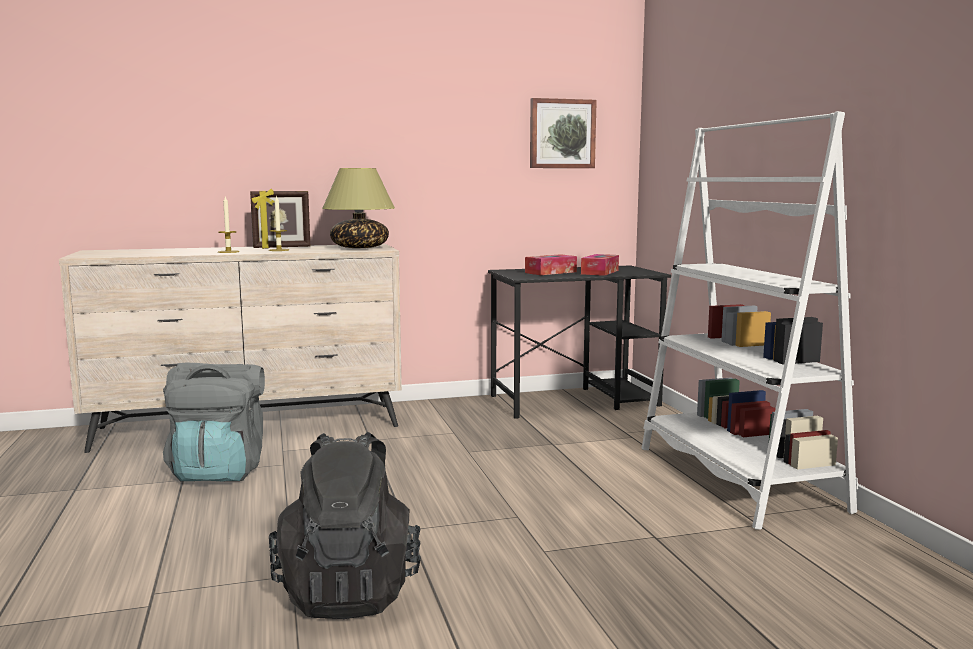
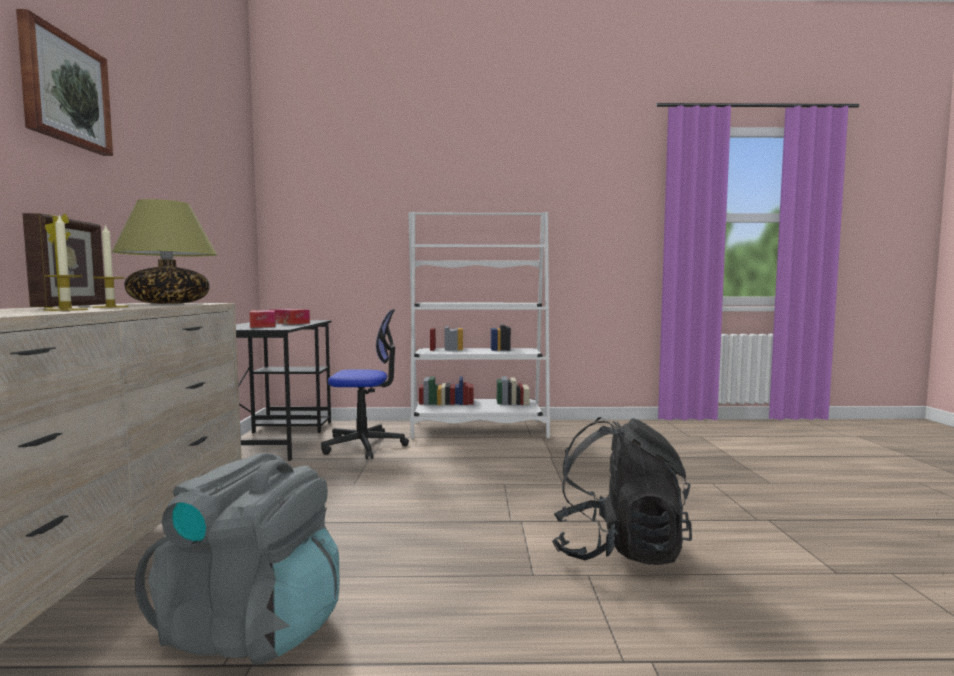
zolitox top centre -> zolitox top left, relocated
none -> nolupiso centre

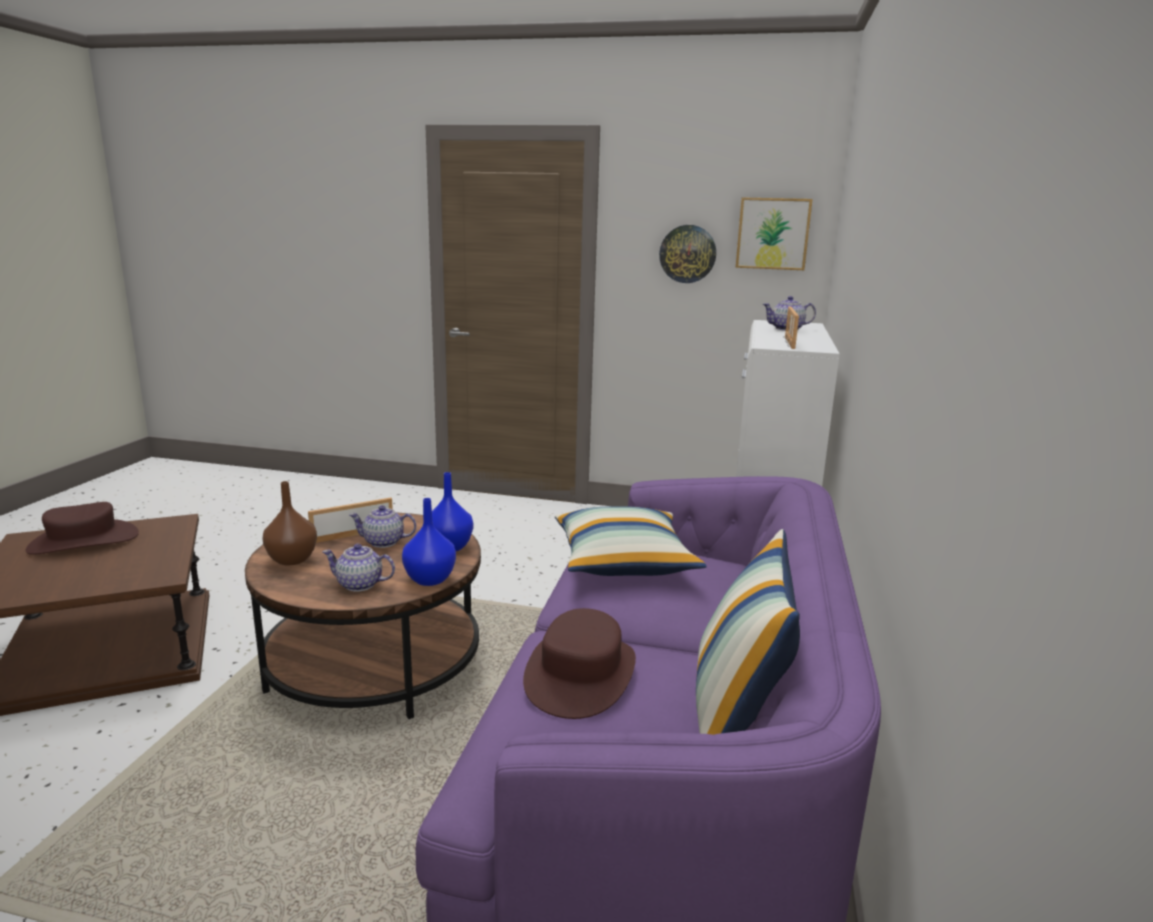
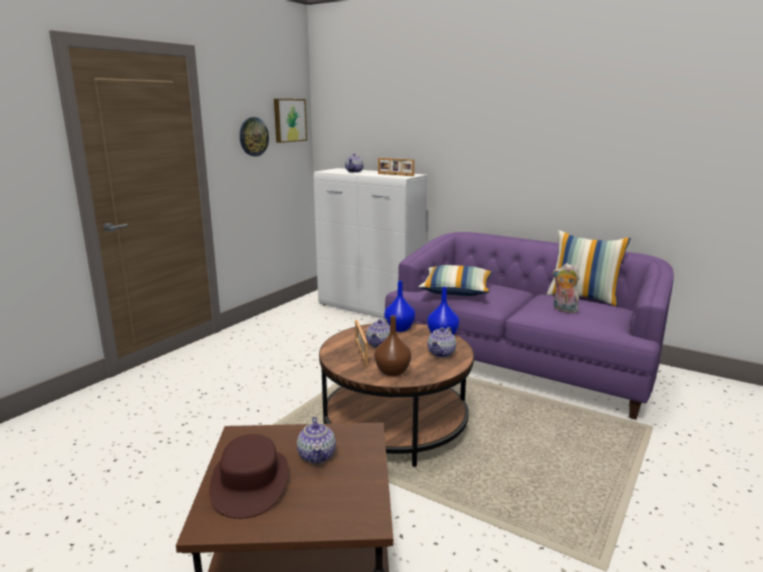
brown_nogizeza (no. 2 from left) bottom centre -> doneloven middle right
none -> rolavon (no. 1 from left) bottom centre

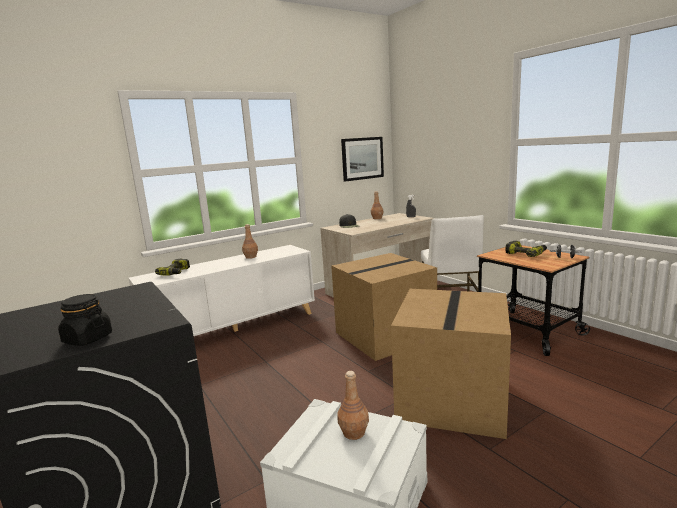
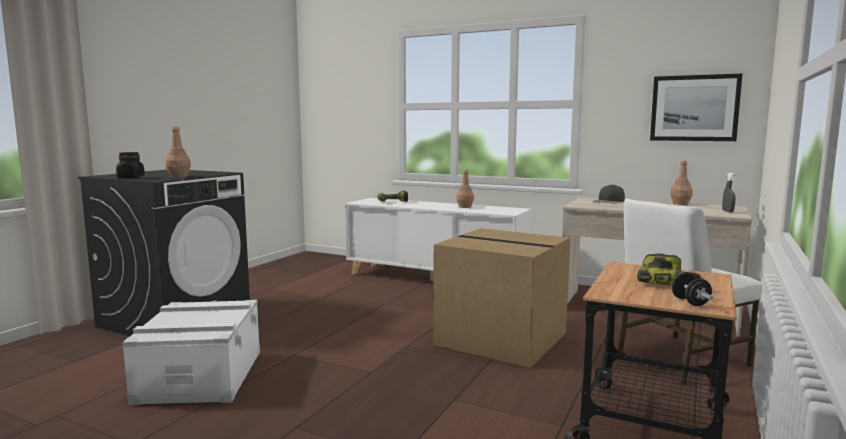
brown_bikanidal (no. 2 from left in the first image) bottom centre -> brown_bikanidal (no. 1 from left) middle left, relocated
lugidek (no. 2 from left) bottom centre -> none

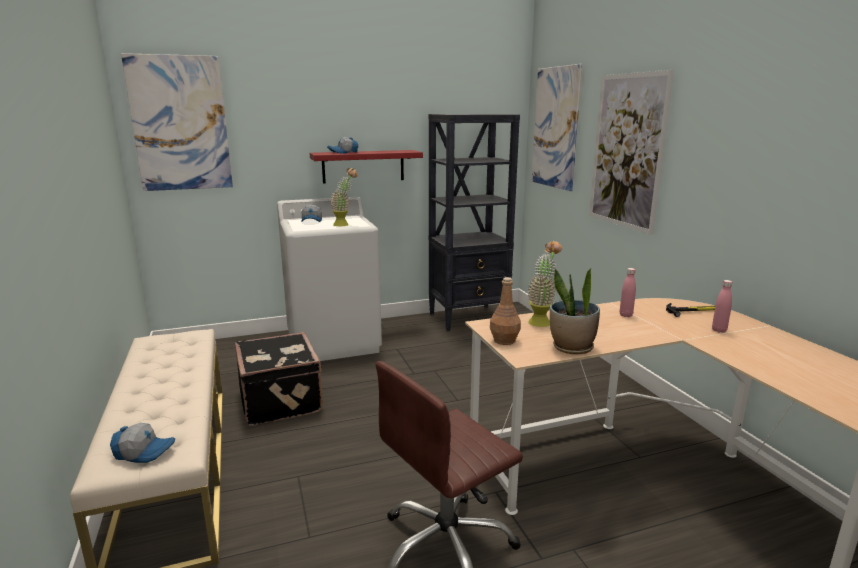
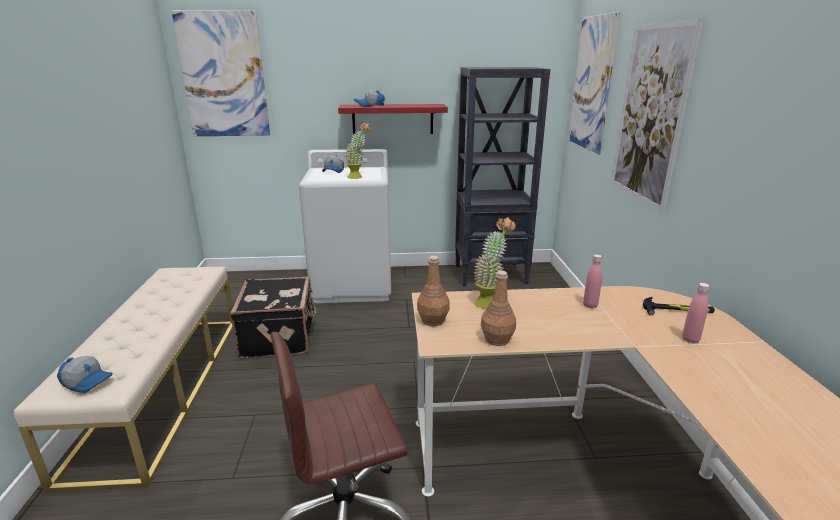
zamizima (no. 3 from left) middle right -> brown_bikanidal (no. 2 from left) centre

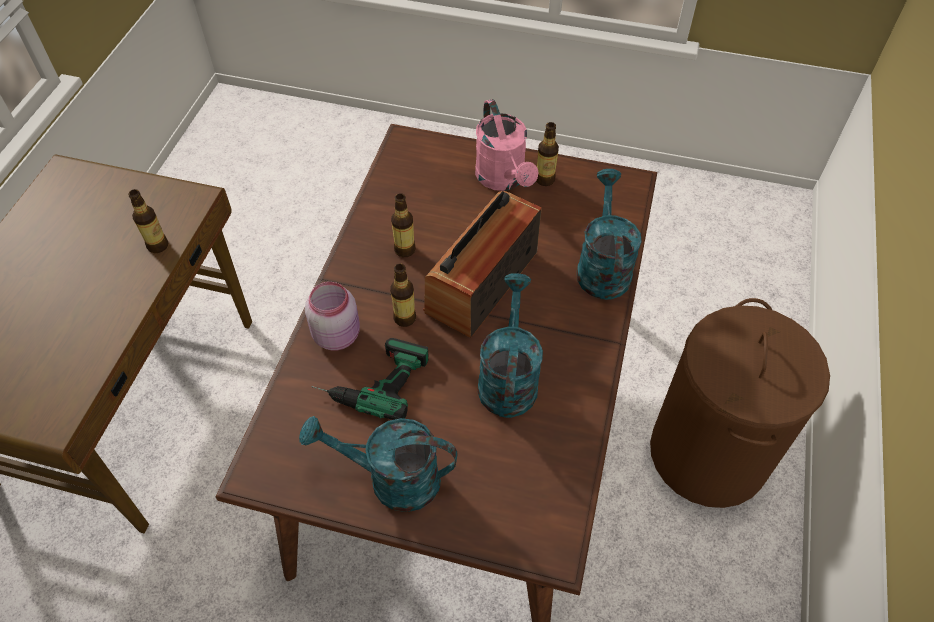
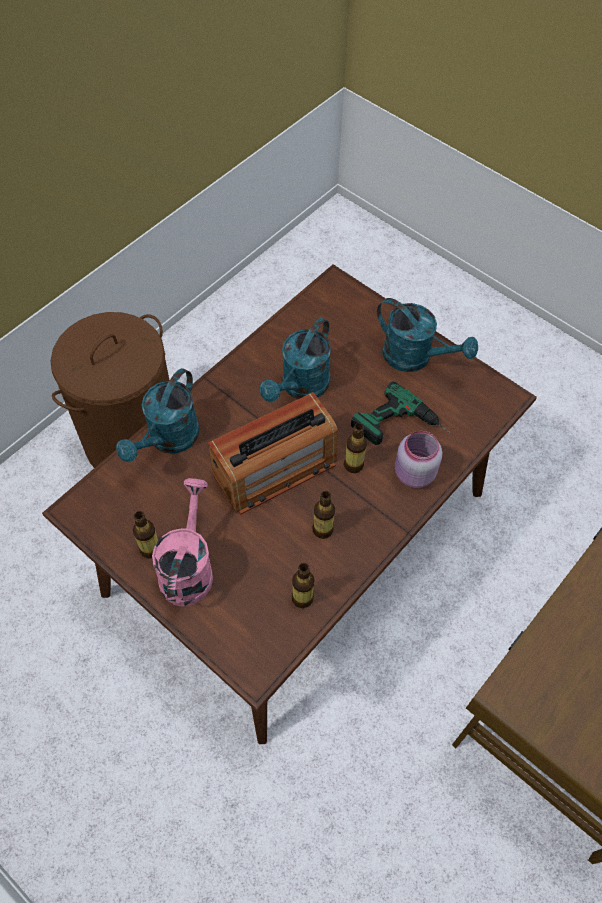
bikanidal (no. 1 from left in the first image) middle left -> bikanidal (no. 2 from left) centre, relocated

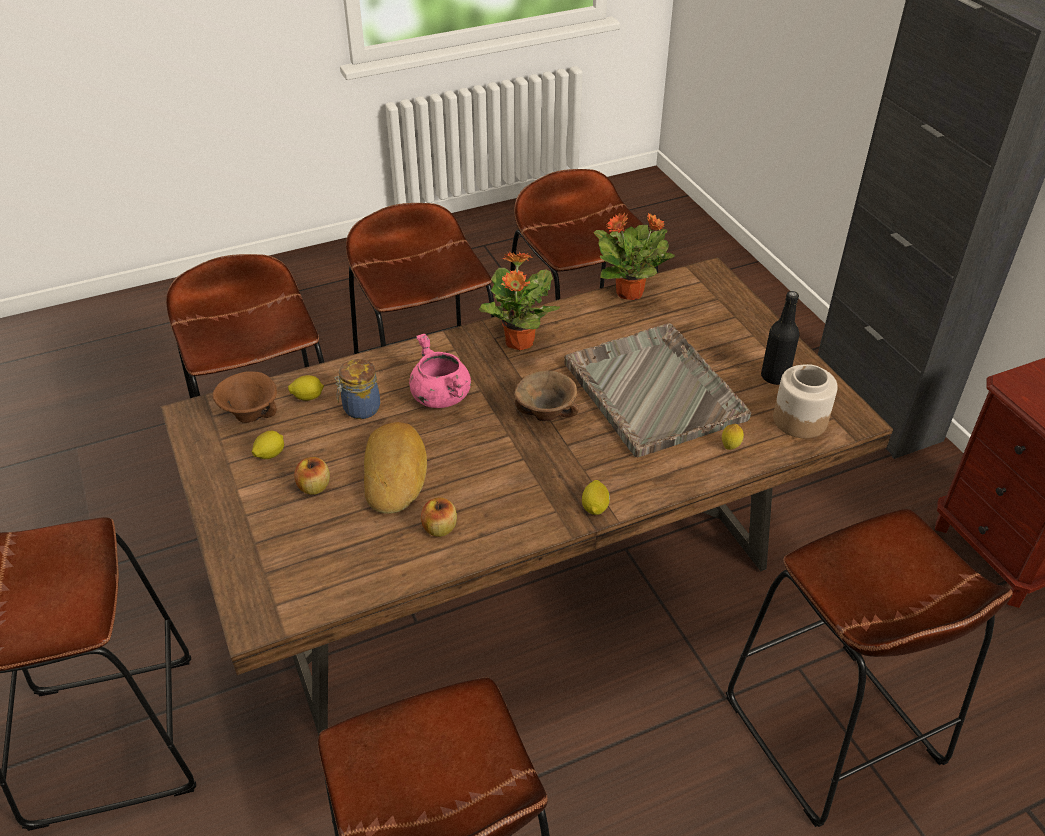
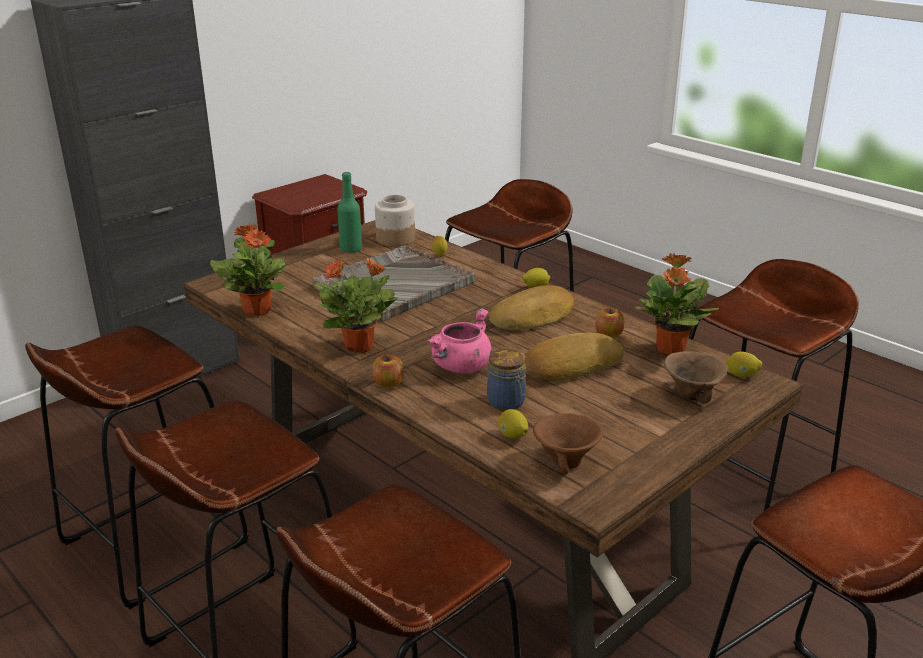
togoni (no. 1 from left in the first image) middle left -> togoni (no. 4 from left) middle right, relocated
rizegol (no. 1 from left) middle left -> rizegol (no. 1 from left) centre, relocated
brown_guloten (no. 2 from left) centre -> brown_guloten (no. 2 from left) middle right, relocated
black_bikanidal middle right -> green_bikanidal top centre
none -> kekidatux (no. 1 from left) centre
none -> zamizima (no. 3 from left) middle right

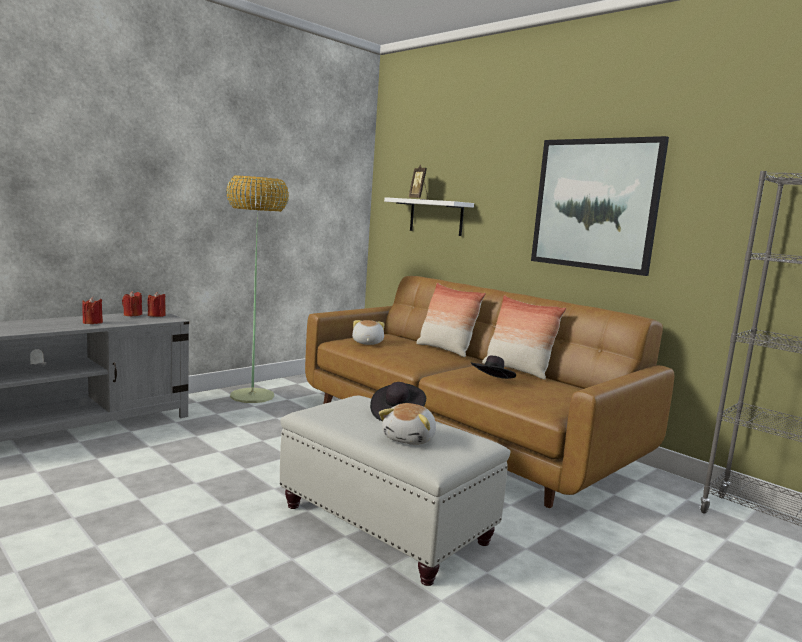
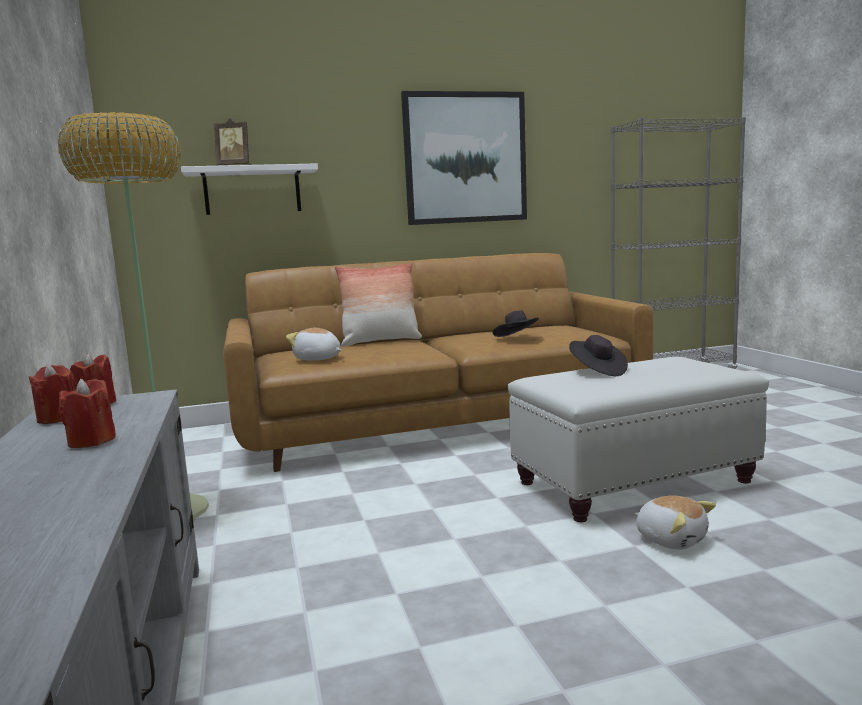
doneloven (no. 2 from left) centre -> doneloven (no. 2 from left) bottom right, relocated
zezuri (no. 2 from left) centre -> none

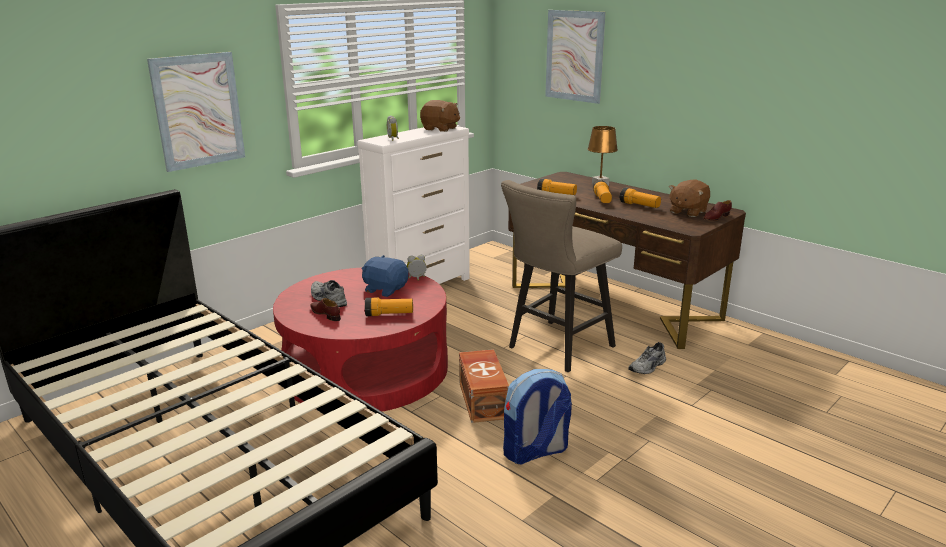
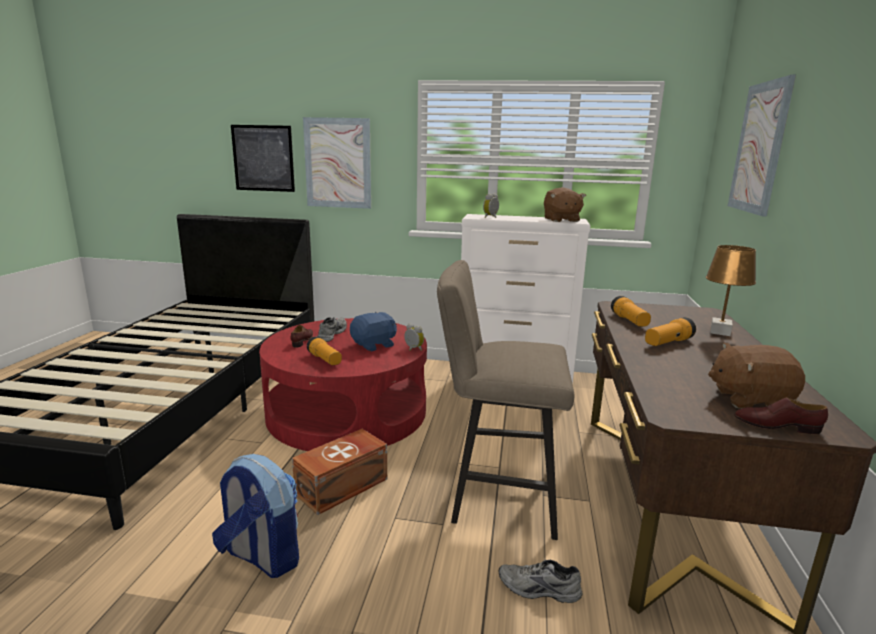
blue_doneloven centre, 60 degrees clockwise
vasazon (no. 4 from left) middle right -> none
none -> zolitox (no. 1 from left) top left

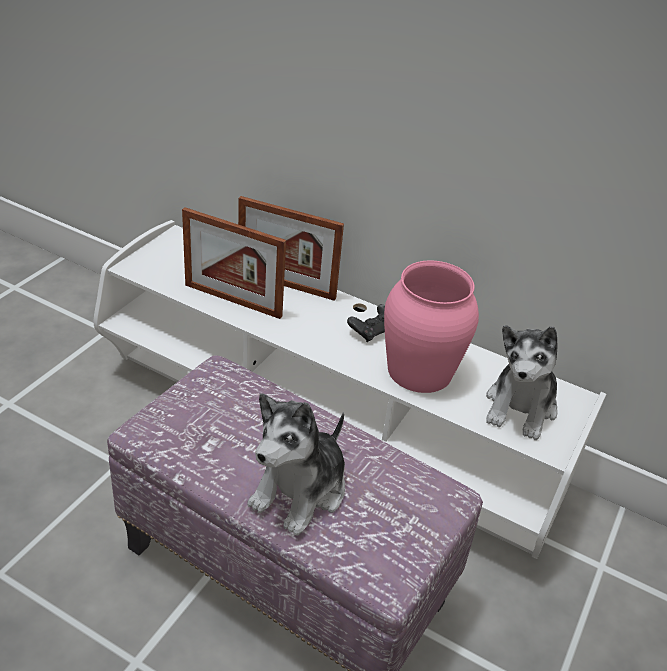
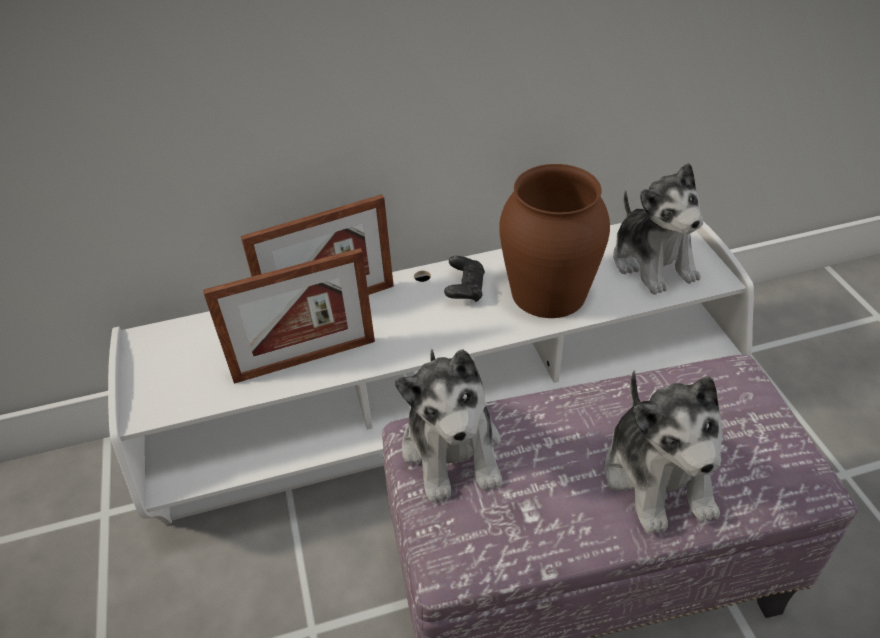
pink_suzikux centre -> brown_suzikux centre
none -> doneloven (no. 1 from left) bottom centre

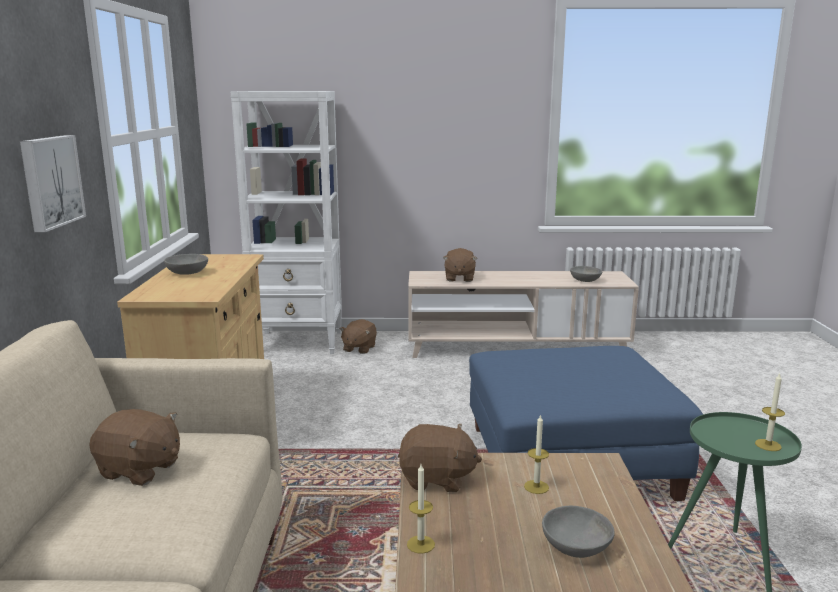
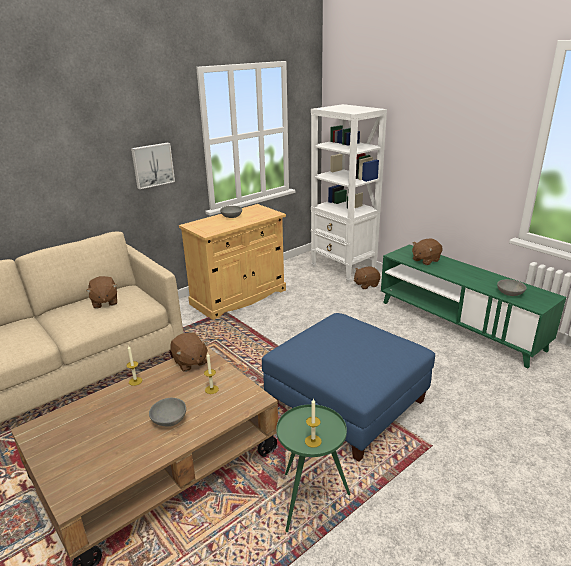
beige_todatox centre -> green_todatox middle right

